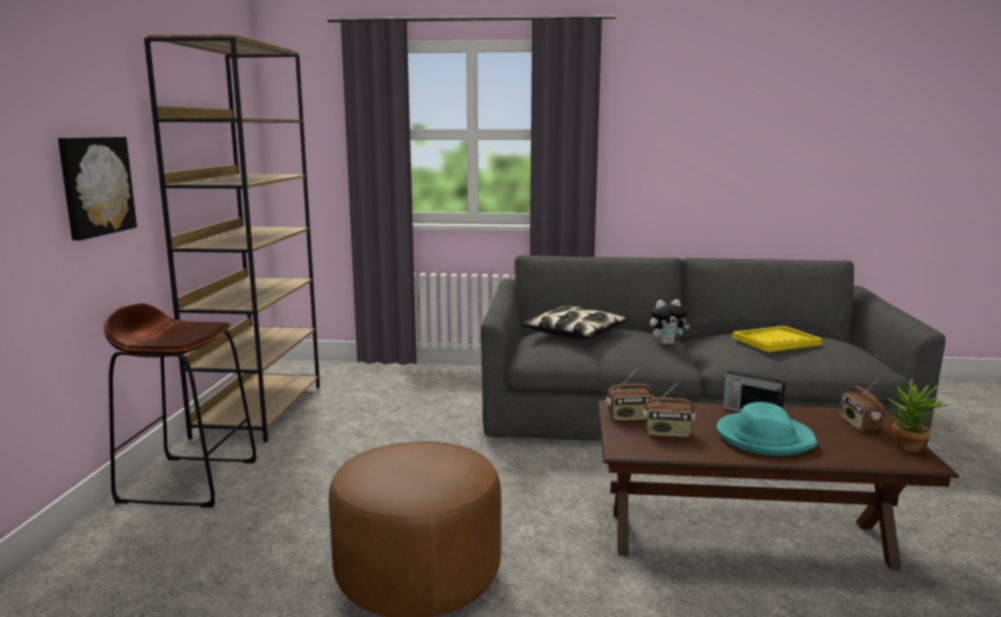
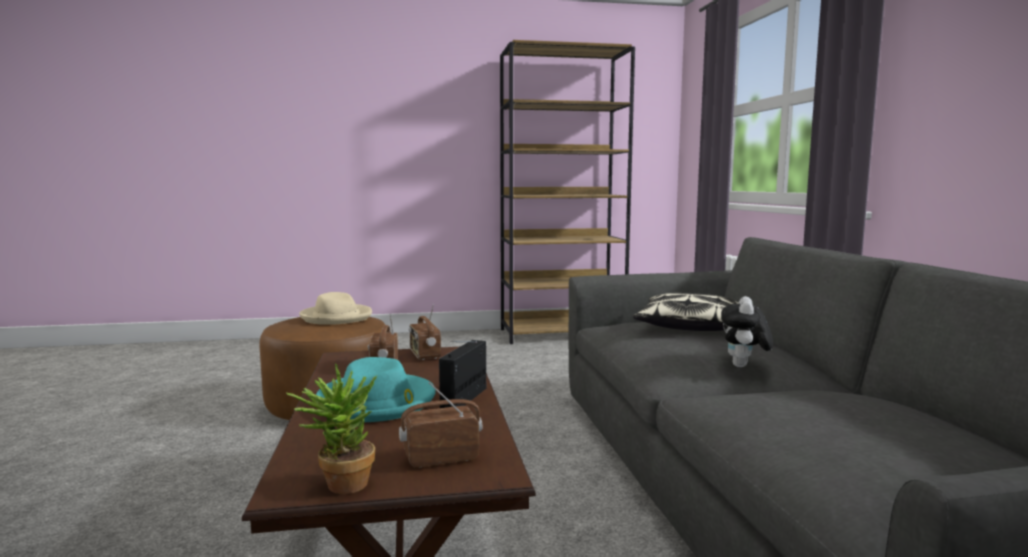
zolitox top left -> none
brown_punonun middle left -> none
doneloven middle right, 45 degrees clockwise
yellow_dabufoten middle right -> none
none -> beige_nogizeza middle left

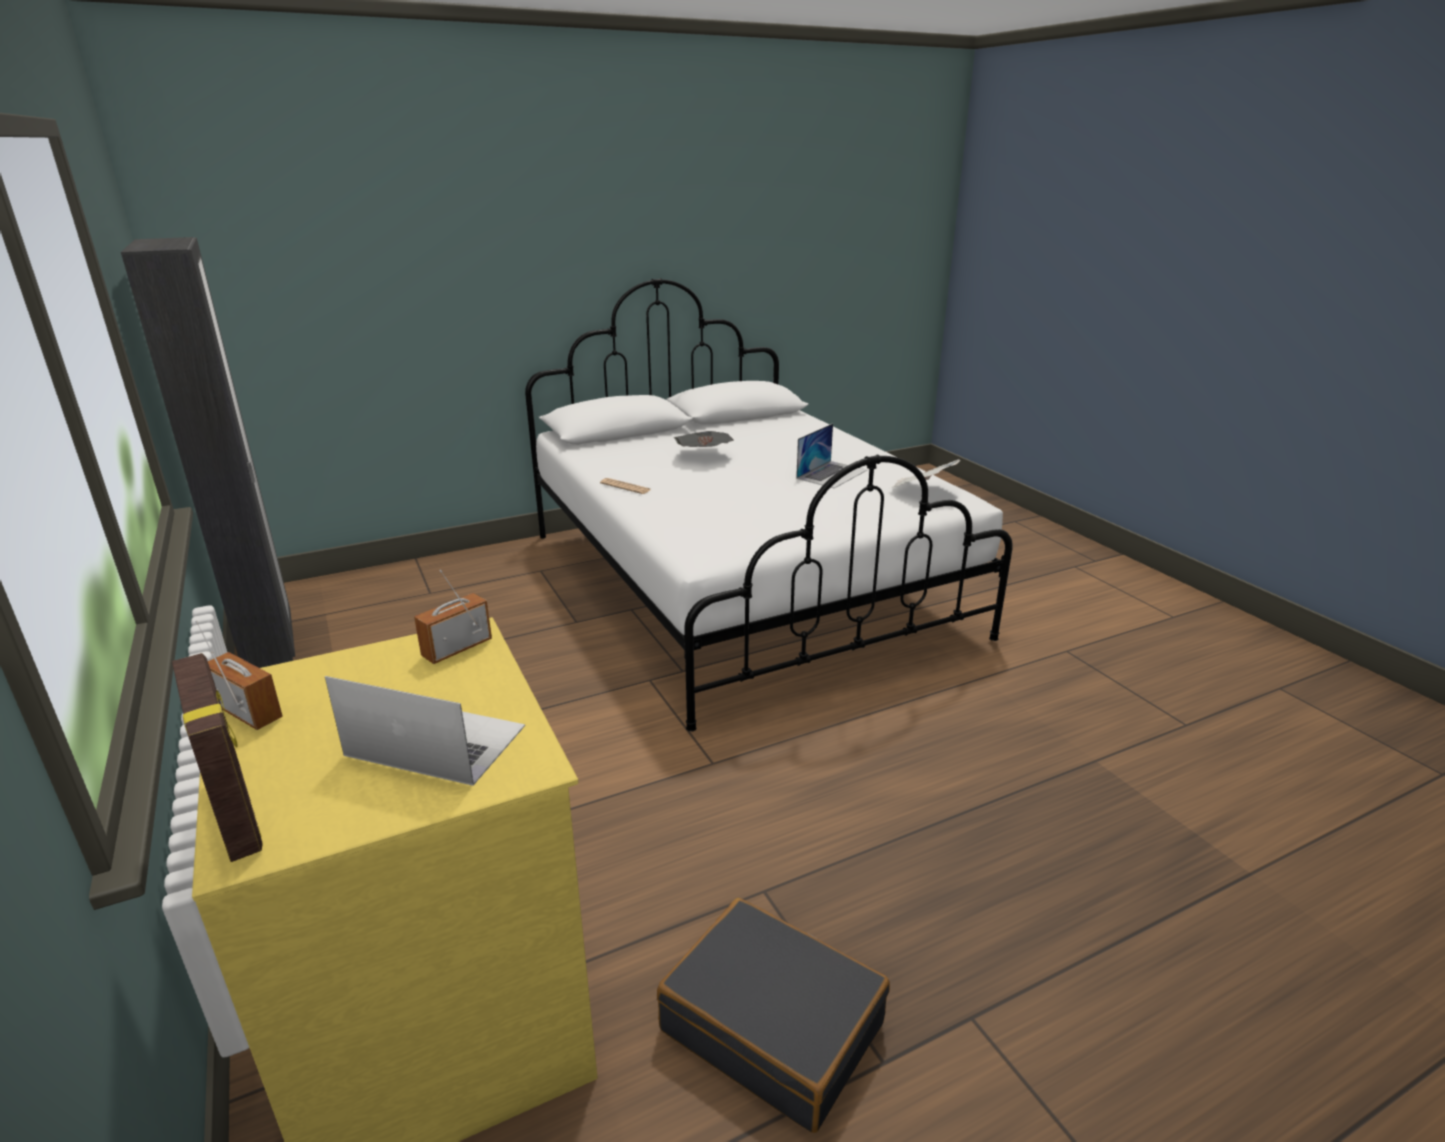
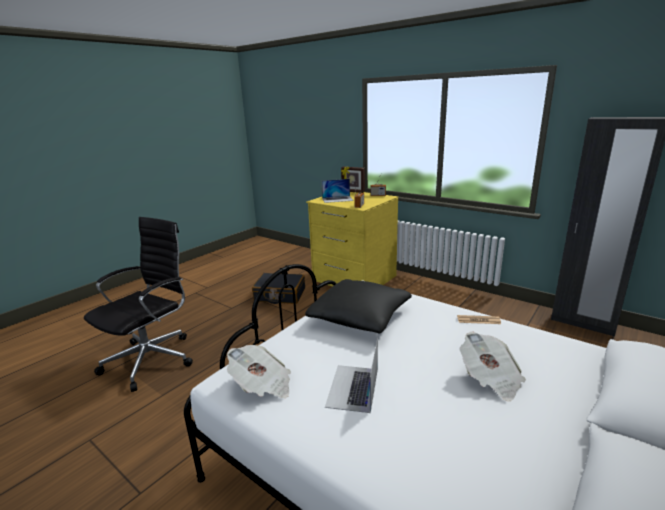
none -> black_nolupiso middle left
none -> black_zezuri centre

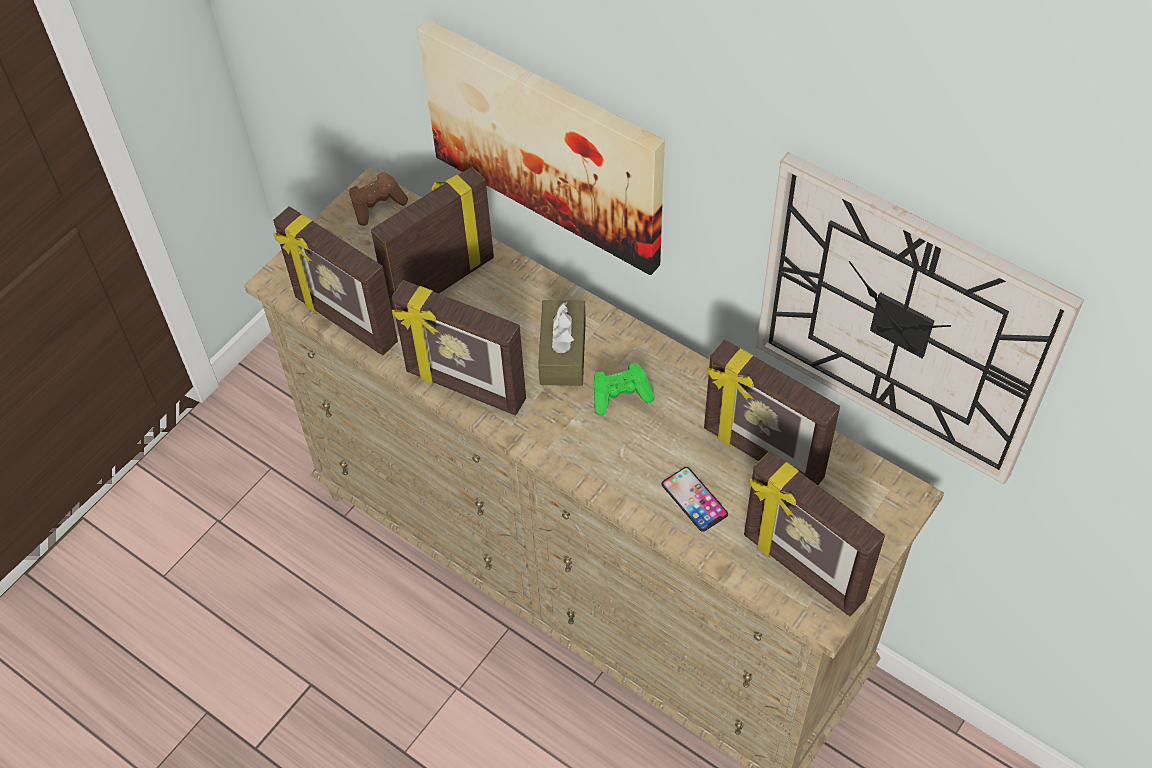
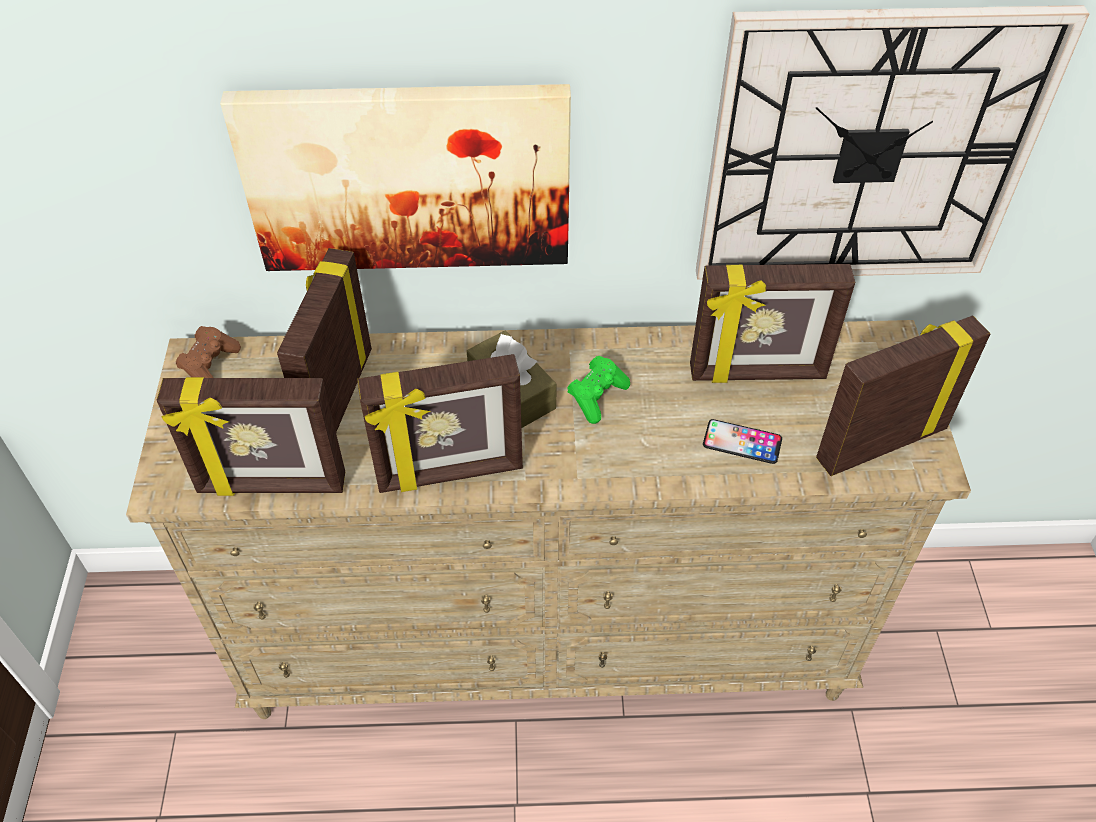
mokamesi (no. 5 from left) bottom right -> mokamesi (no. 5 from left) middle right, 150 degrees clockwise

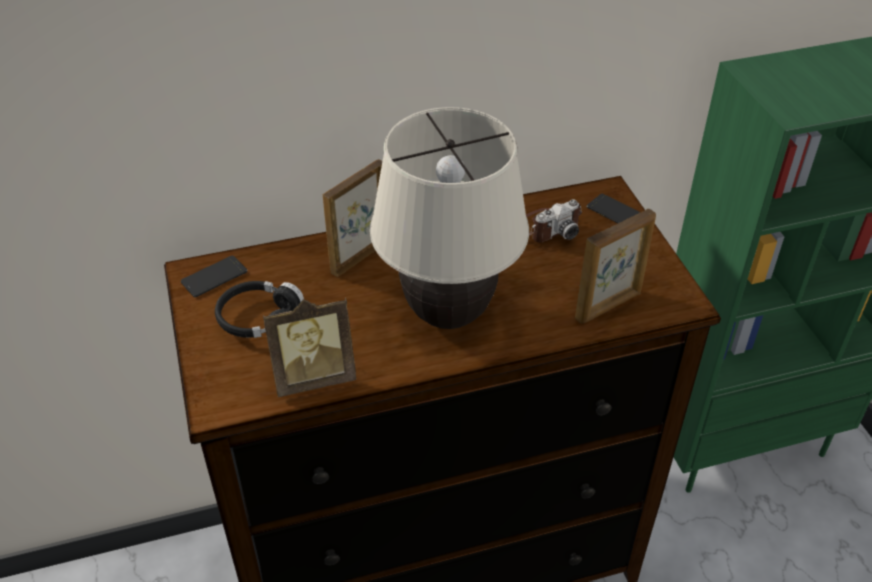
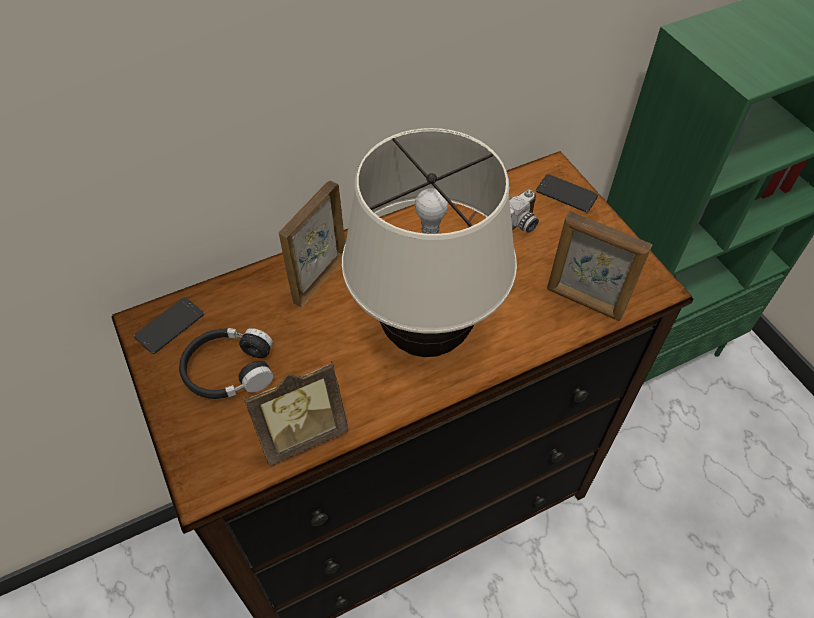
mokamesi (no. 3 from left) middle right, 75 degrees clockwise

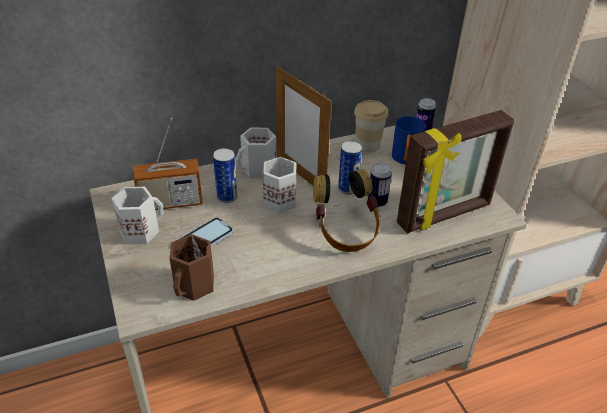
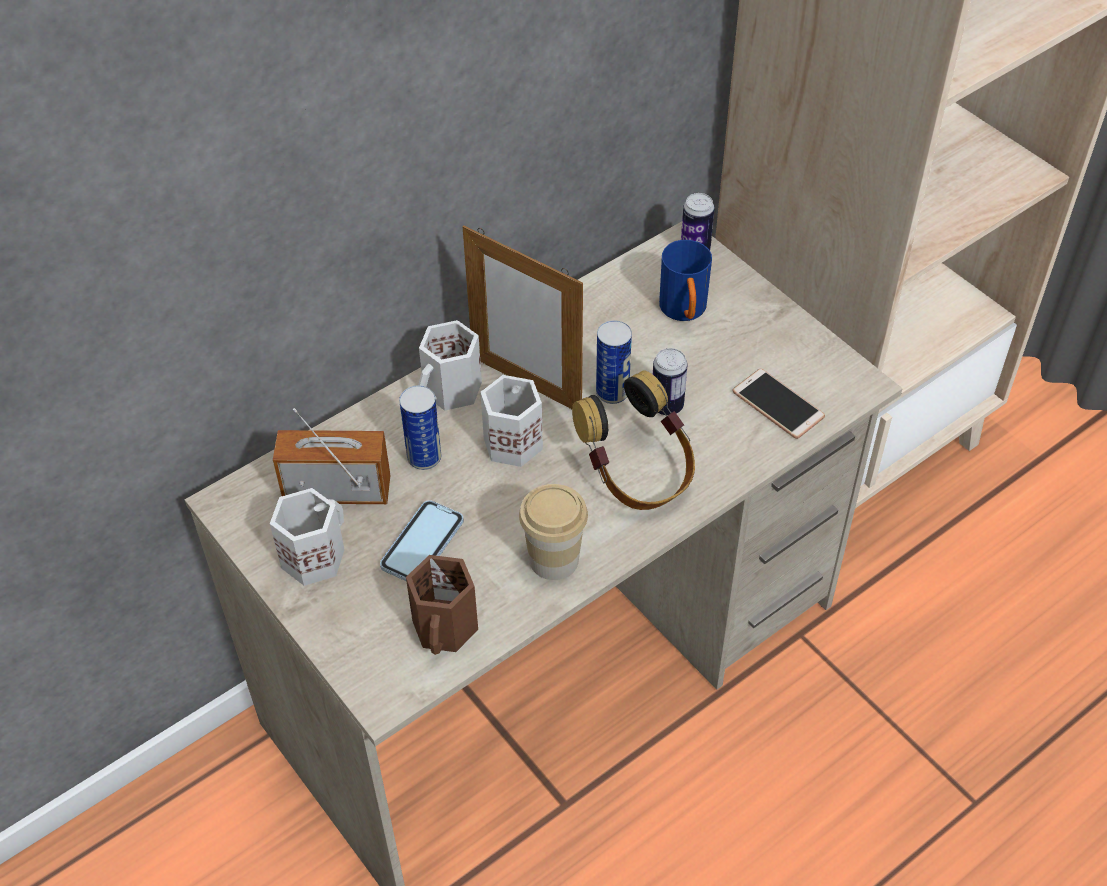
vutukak middle left, 150 degrees counterclockwise
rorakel top centre -> rorakel centre, relocated
mokamesi (no. 2 from left) middle right -> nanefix (no. 2 from left) middle right

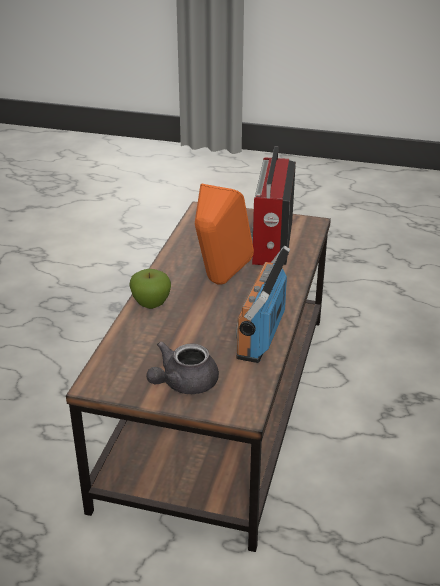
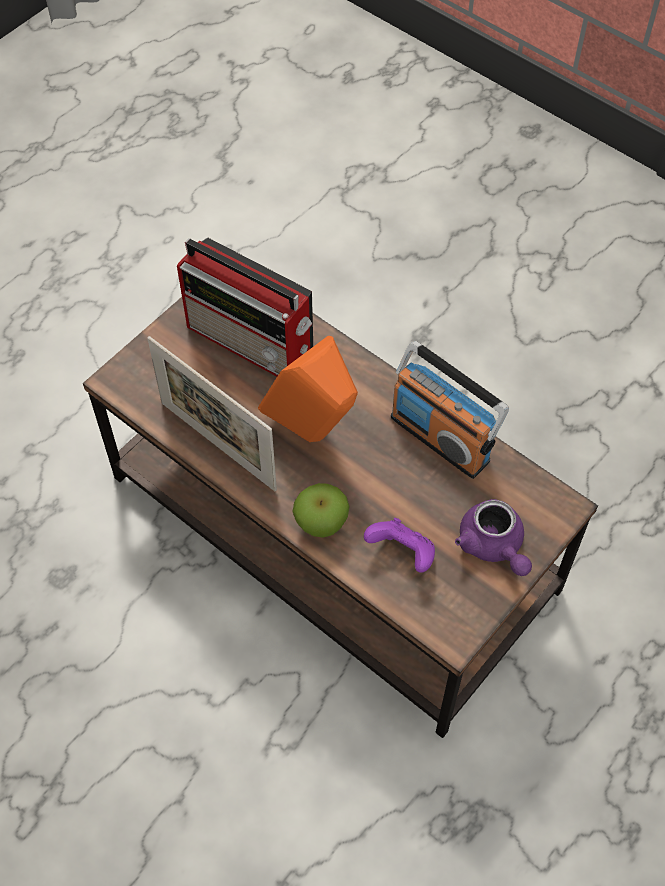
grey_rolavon centre -> purple_rolavon middle right
none -> mokamesi middle left
none -> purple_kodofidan centre

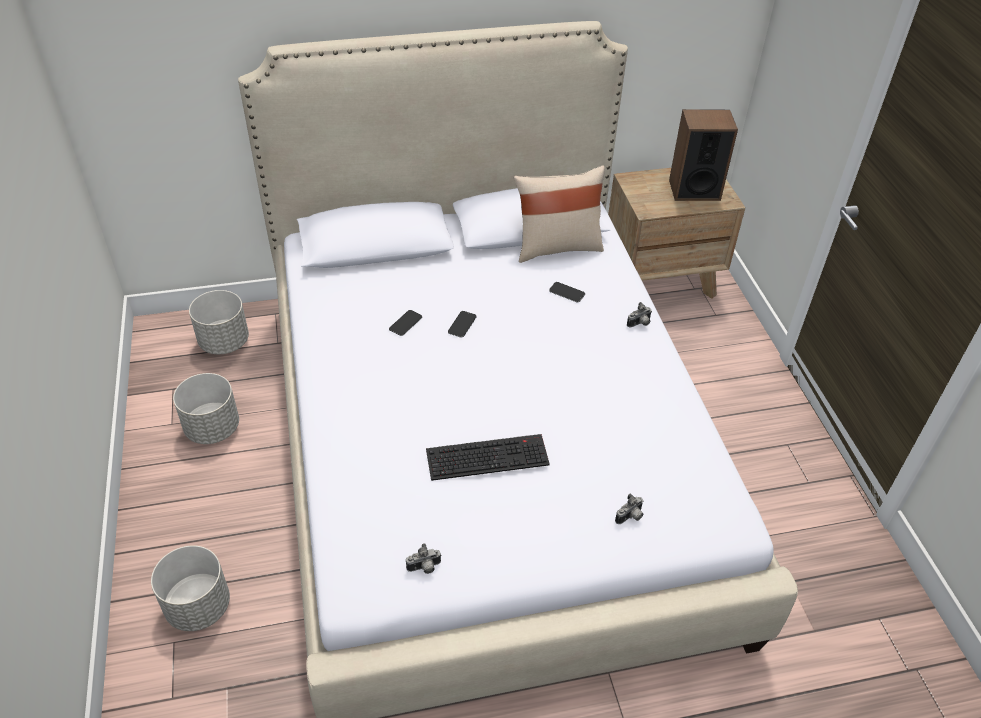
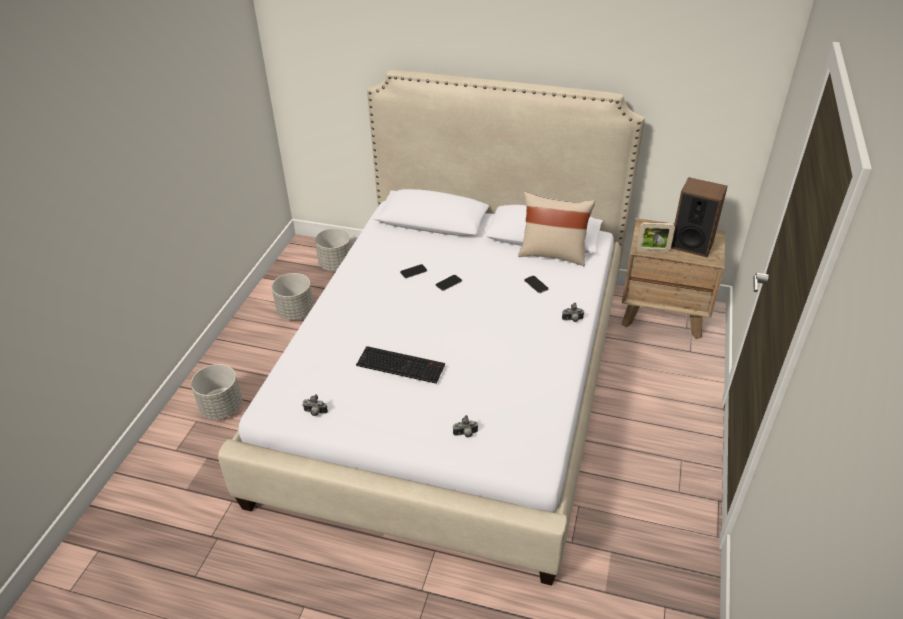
none -> mokamesi middle right

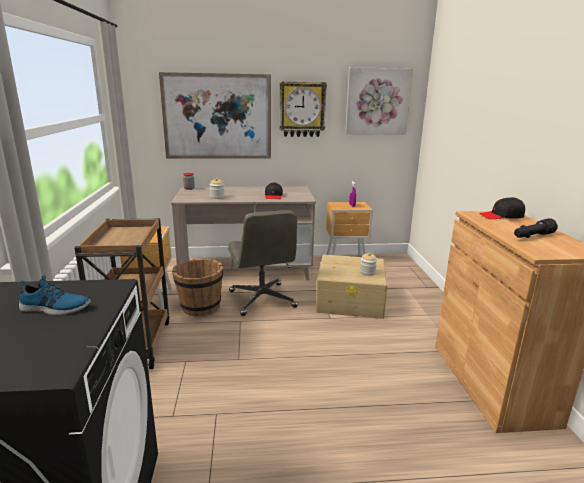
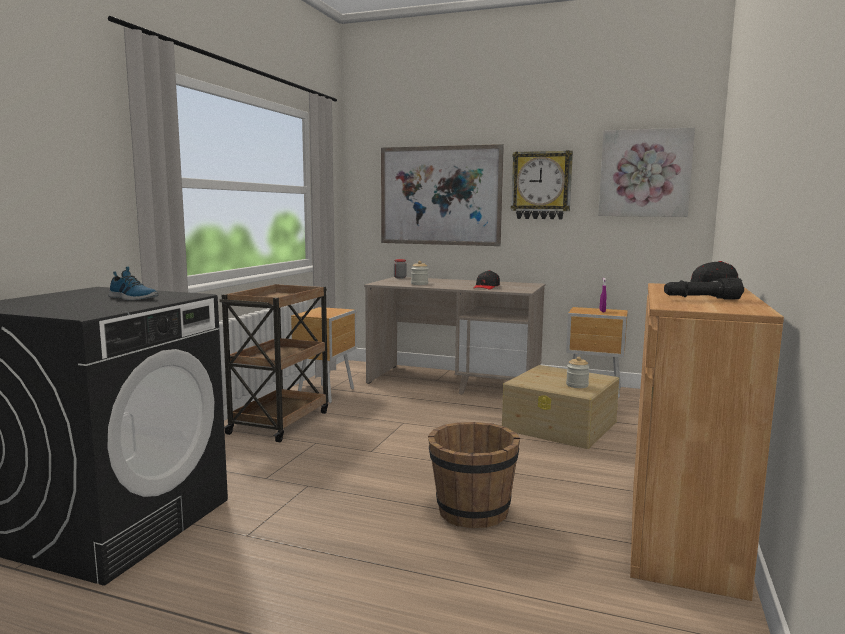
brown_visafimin centre -> brown_visafimin bottom centre, relocated
grey_nolupiso centre -> none

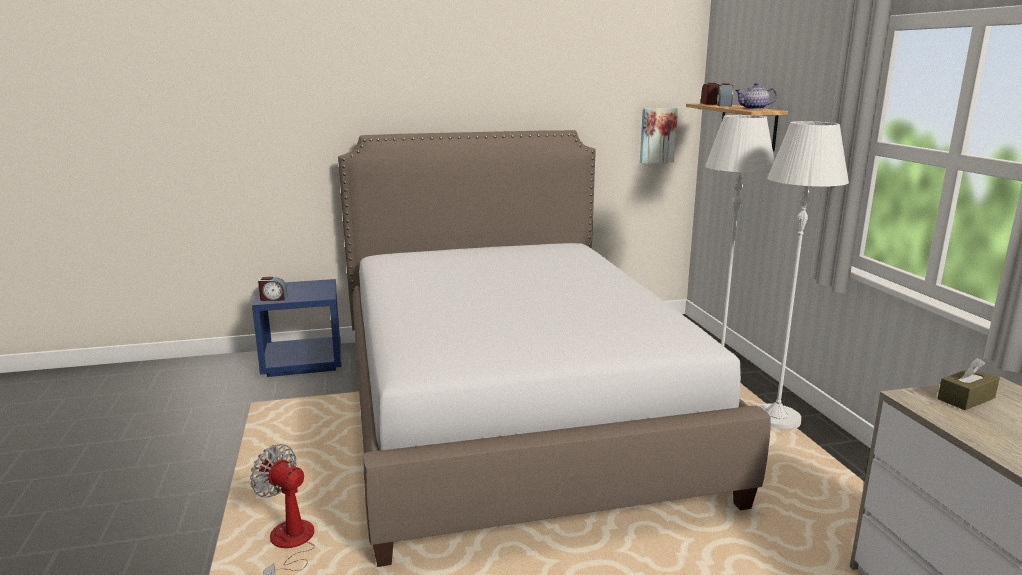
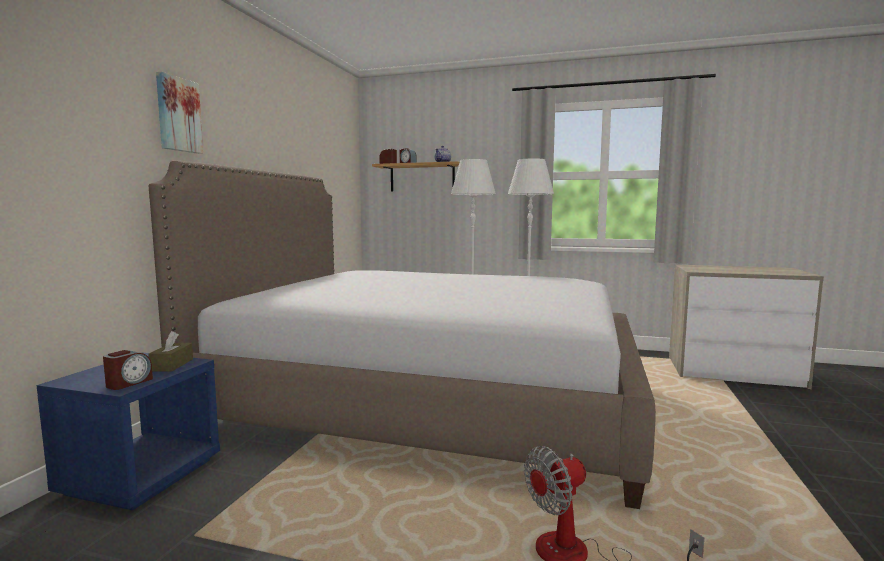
zolitox top centre -> zolitox top left, relocated
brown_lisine bottom right -> brown_lisine middle left, relocated

